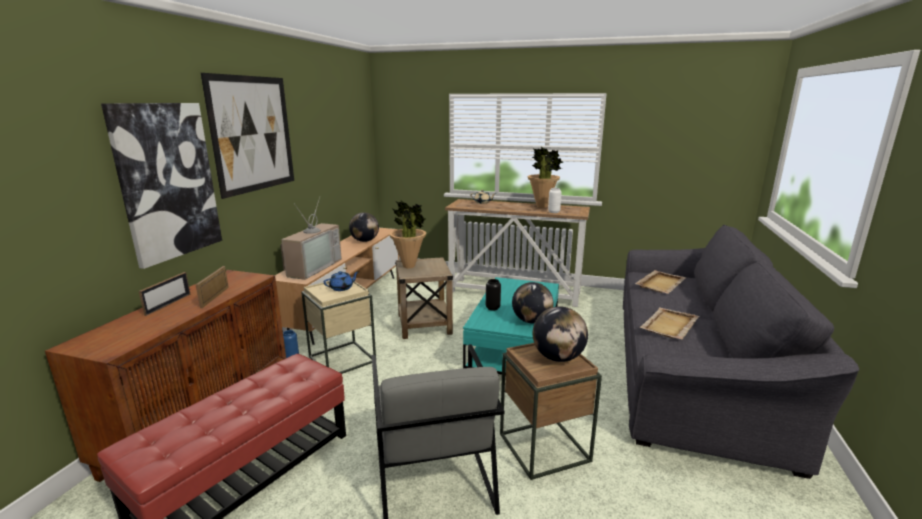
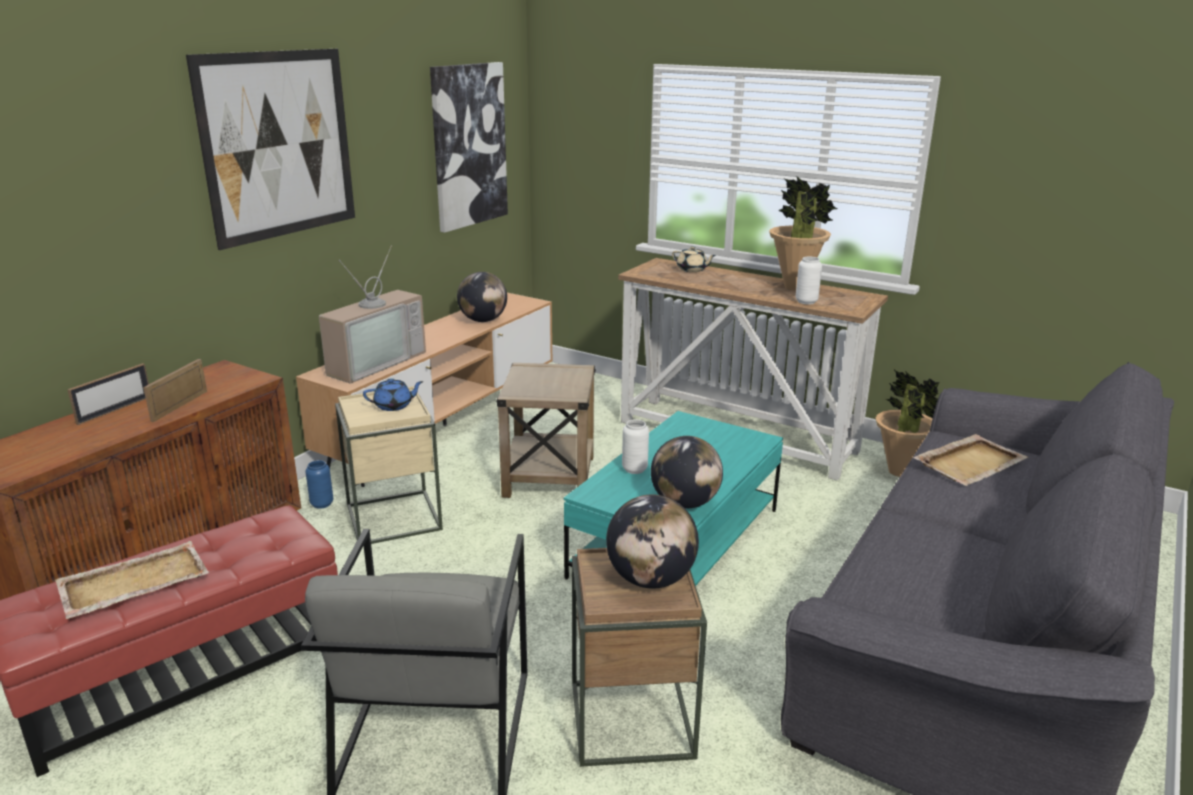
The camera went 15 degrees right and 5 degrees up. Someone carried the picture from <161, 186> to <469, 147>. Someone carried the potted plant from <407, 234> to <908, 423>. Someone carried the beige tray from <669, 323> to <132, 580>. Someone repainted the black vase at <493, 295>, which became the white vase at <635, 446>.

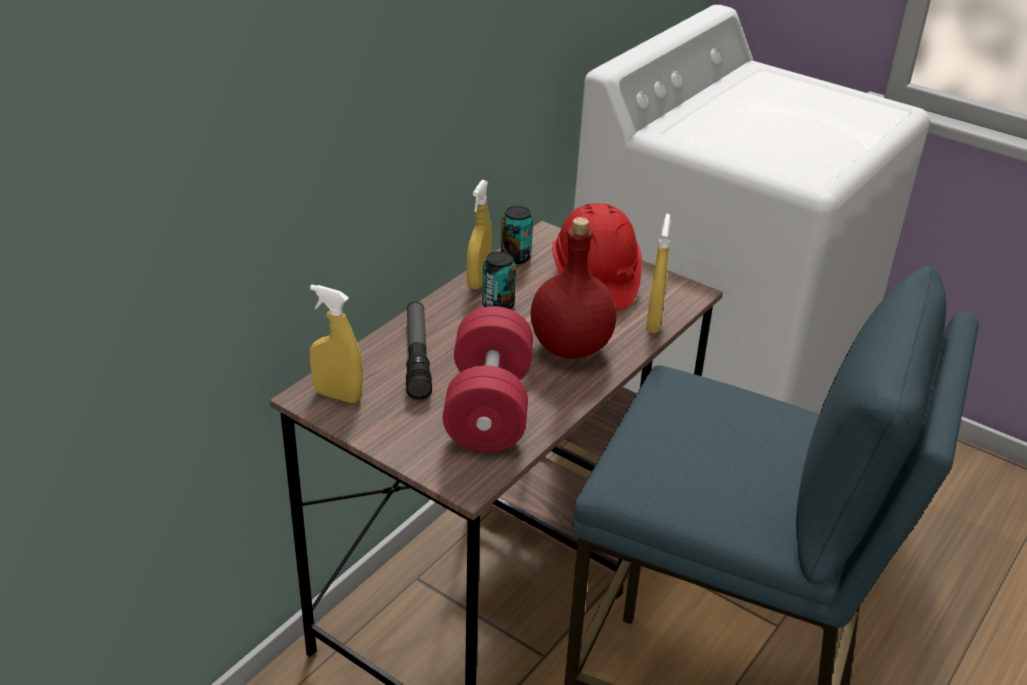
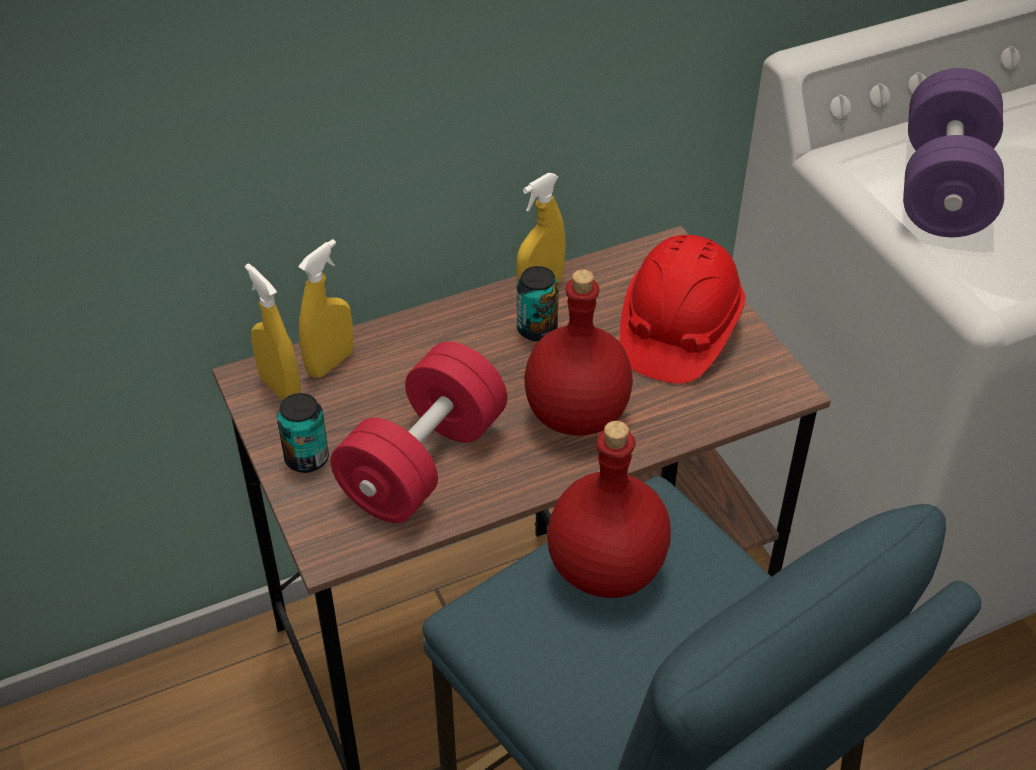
The camera went 30 degrees right and 10 degrees up. Someone took away the flashlight at <419, 350>. Someone put down the red bottle at <609, 509>. Someone put down the purple dumbbell at <953, 152>. Someone carried the can from <517, 235> to <303, 433>. Someone carried the yellow spray bottle from <658, 273> to <326, 308>.

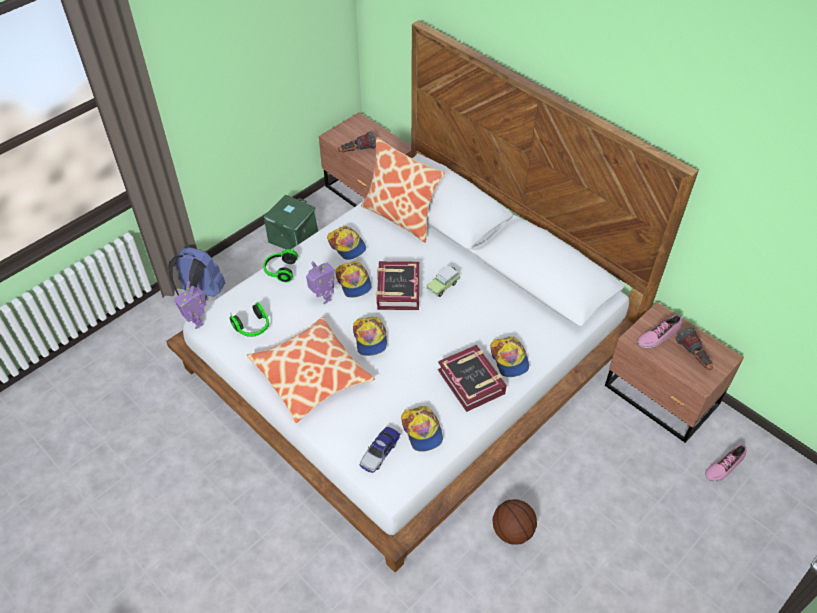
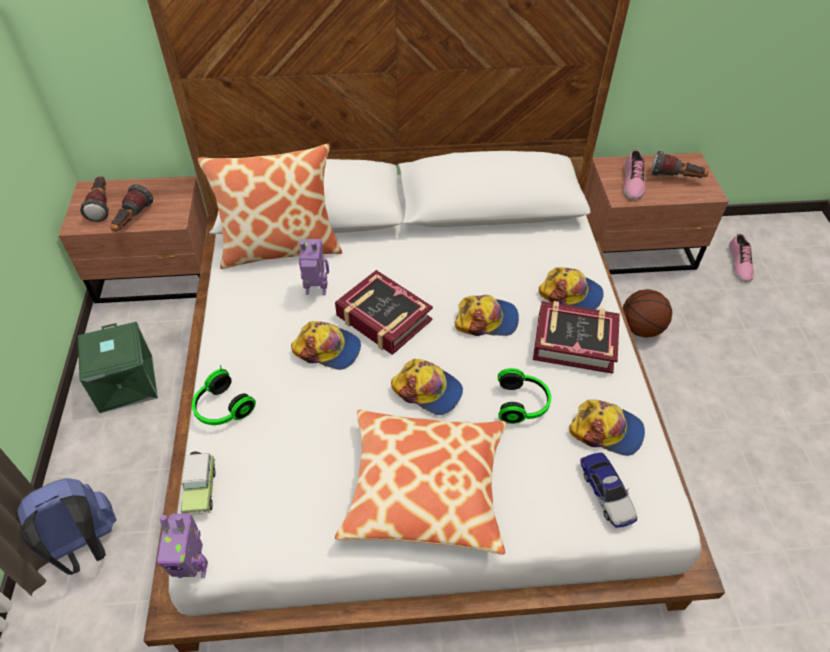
The camera went 50 degrees left and 0 degrees up. Someone put down the flashlight at <94, 199>. Someone carried the headphones from <249, 319> to <524, 396>. Someone carried the toy robot from <320, 282> to <314, 267>. Someone carried the cap from <346, 243> to <487, 315>. Someone carried the toy car from <443, 281> to <198, 483>. Someone carried the basketball from <515, 522> to <647, 313>.

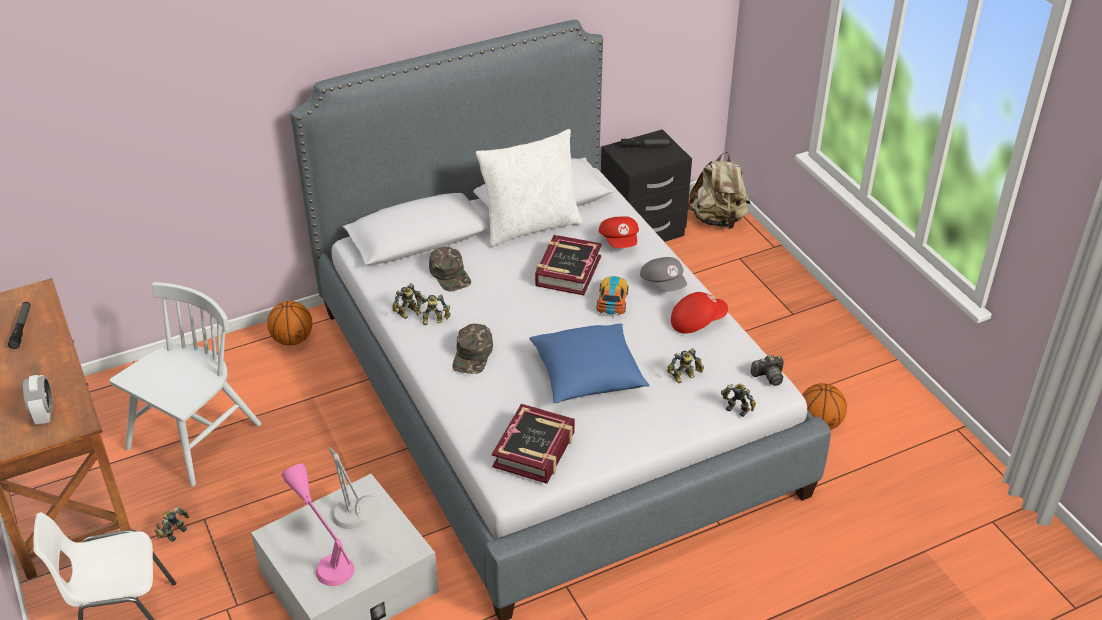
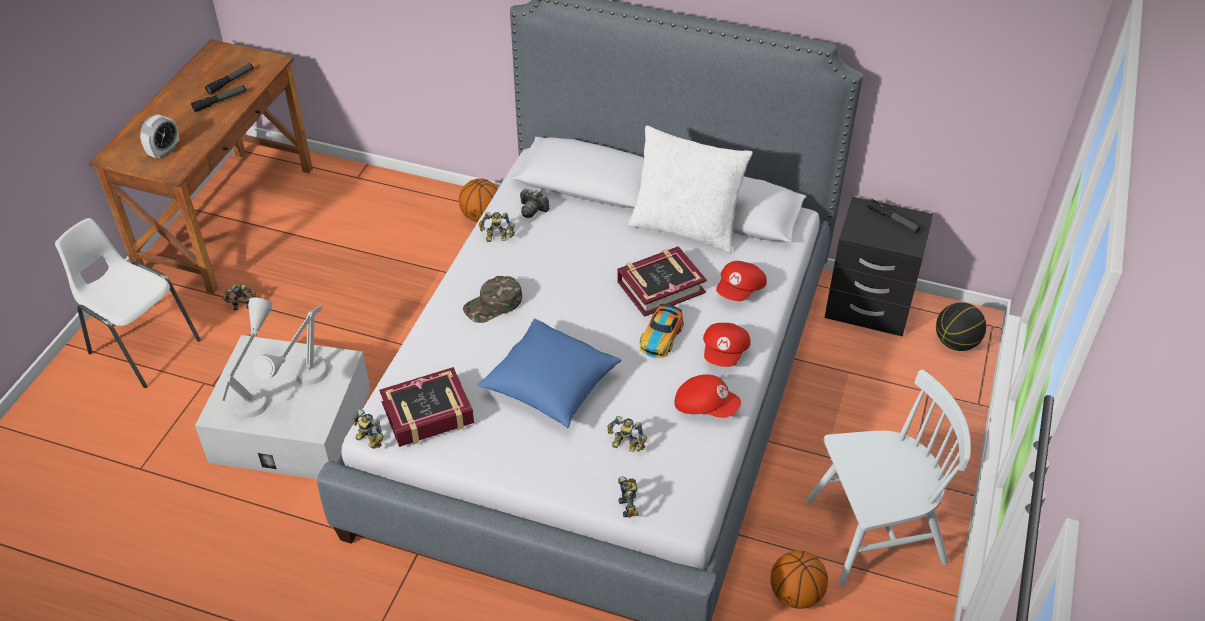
The camera went 45 degrees right and 5 degrees up. Someone took away the green cap at <450, 268>. Someone put down the flashlight at <218, 98>. Someone carried the white chair from <185, 384> to <888, 477>. Someone carried the toy robot from <433, 309> to <368, 429>. Someone carried the photo camera from <767, 370> to <534, 203>. Someone swapped the beige backpack at <719, 190> for the basketball at <961, 326>. Someone repainted the pink table lamp at <317, 525>, which became the grey table lamp at <247, 357>. Someone repainted the grey cap at <663, 274>, which became the red cap at <727, 345>. Someone rotated the toy car at <613, 296> by 150 degrees clockwise.

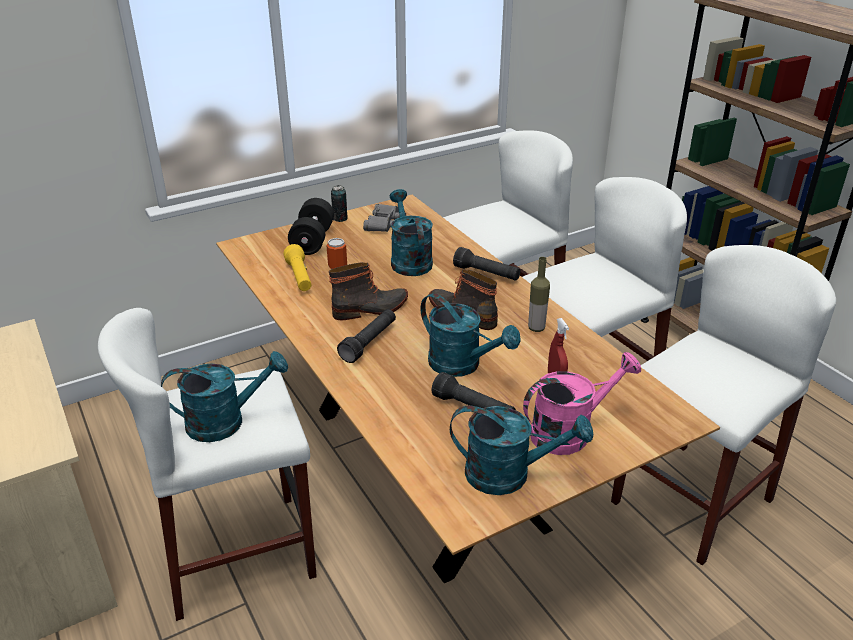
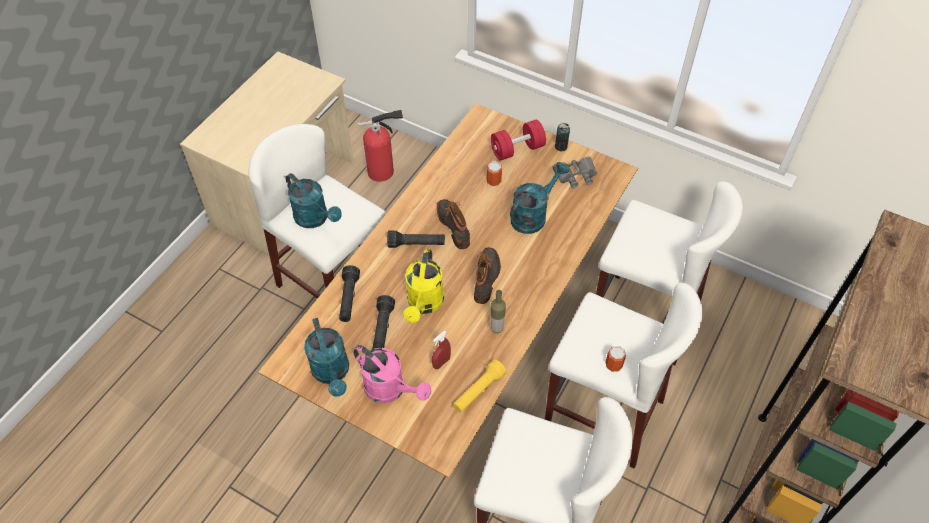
The camera went 60 degrees right and 20 degrees up. Someone put down the fire extinguisher at <380, 146>. Someone put down the can at <616, 359>. Someone carried the yellow flashlight from <297, 267> to <480, 386>. Someone carried the black flashlight from <487, 264> to <349, 293>. Someone repainted the black dumbbell at <311, 226>, which became the red dumbbell at <518, 140>. Someone repainted the turquoise watering can at <471, 335>, which became the yellow watering can at <423, 286>. Someone rotated the boot at <368, 291> by 150 degrees counterclockwise.

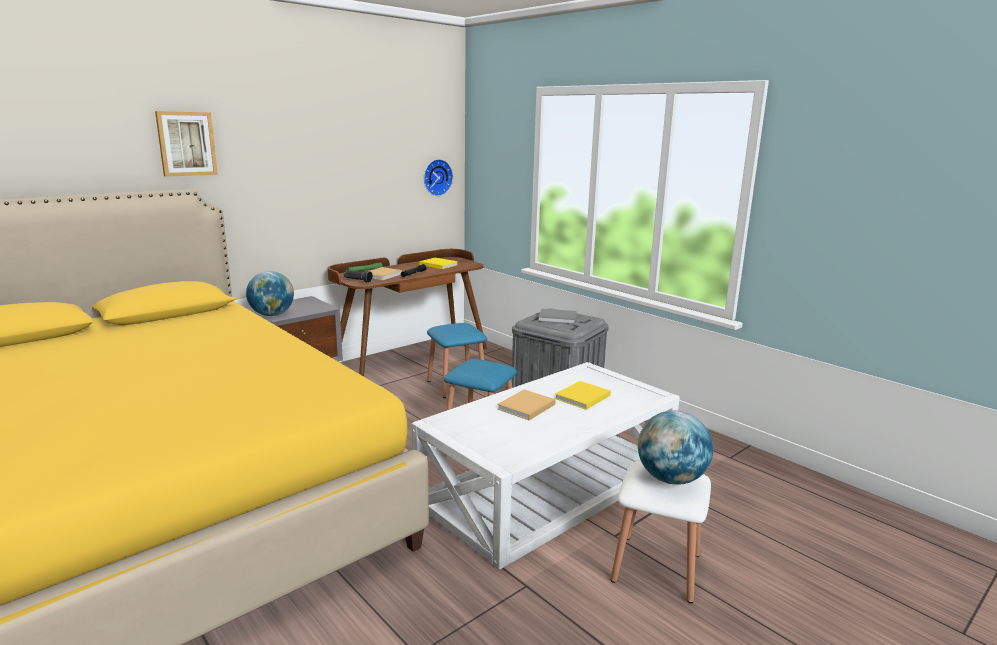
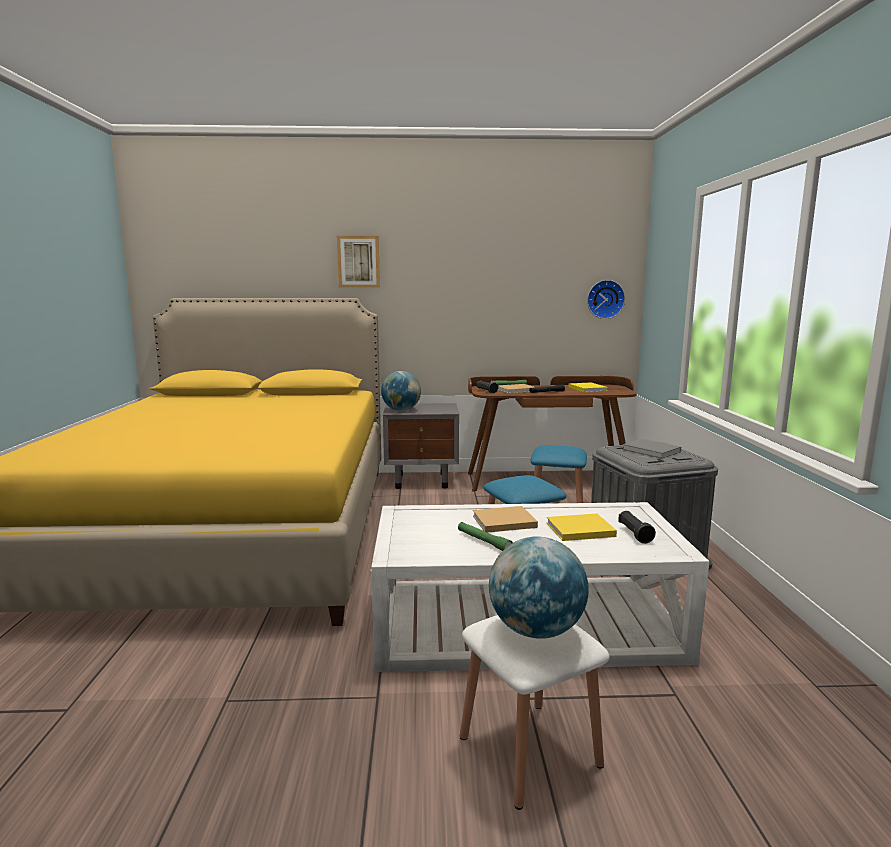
The camera went 40 degrees right and 5 degrees down. Someone put down the green flashlight at <485, 536>. Someone put down the black flashlight at <637, 527>.

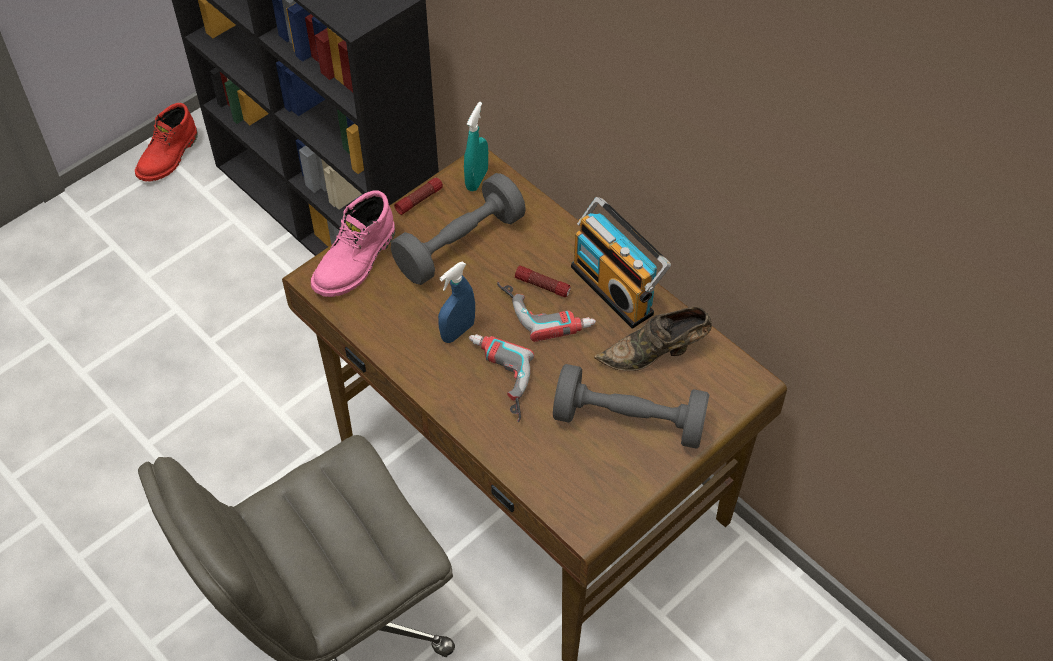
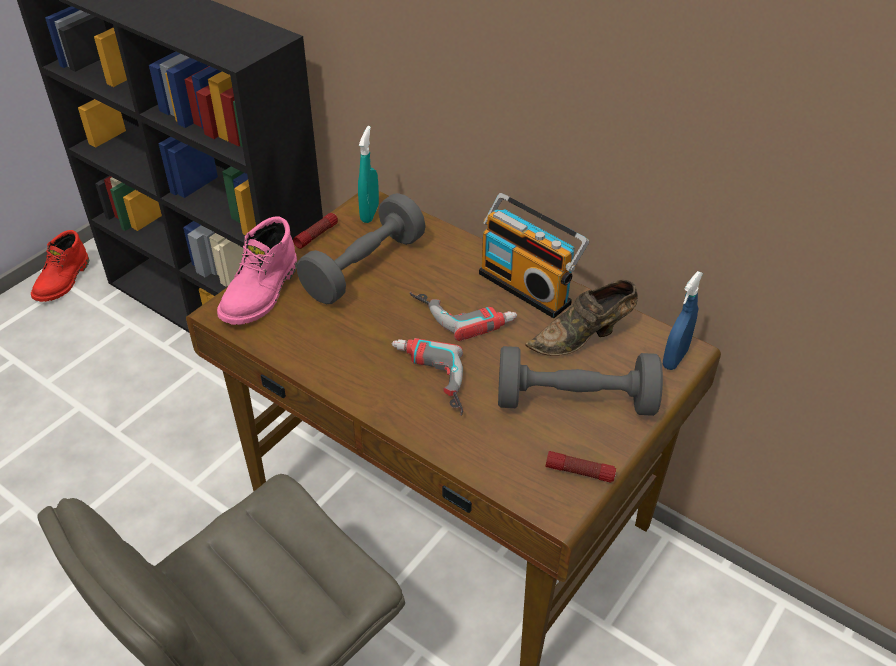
The camera went 10 degrees left and 10 degrees down. Someone carried the blue spray bottle from <456, 302> to <683, 320>. Someone carried the flashlight from <543, 281> to <580, 467>.

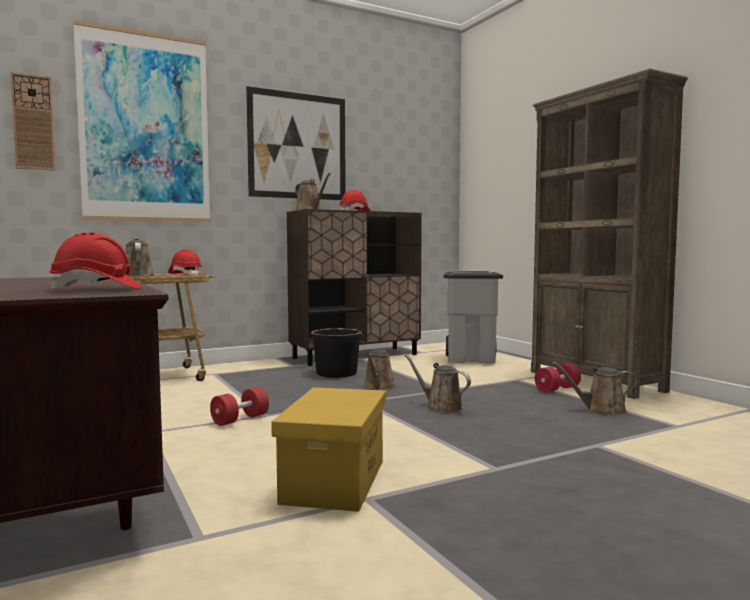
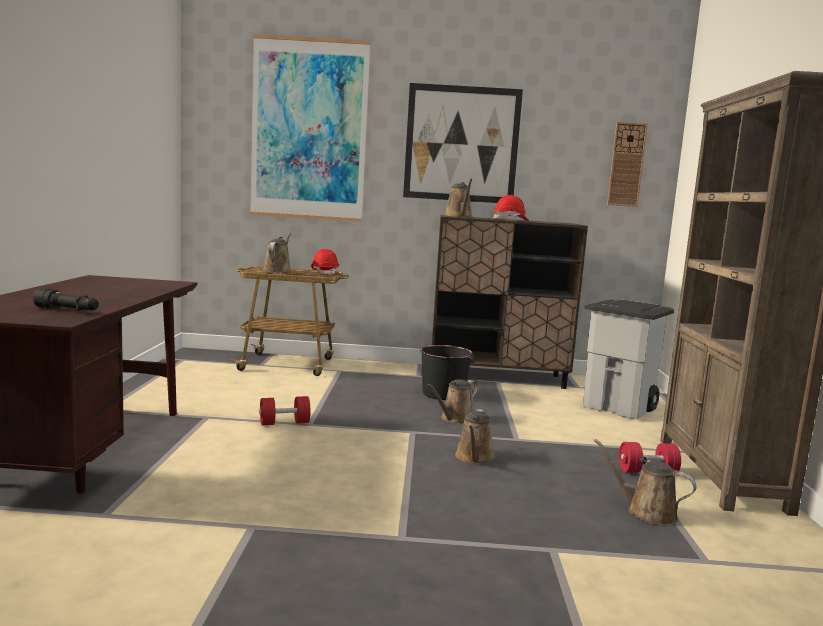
The camera went 30 degrees right and 5 degrees up. Someone took away the yellow storage box at <328, 449>. Someone carried the wall clock from <33, 121> to <627, 164>. Someone swapped the red hard hat at <95, 261> for the black flashlight at <66, 299>. Someone rotated the brown watering can at <437, 383> by 150 degrees counterclockwise.

